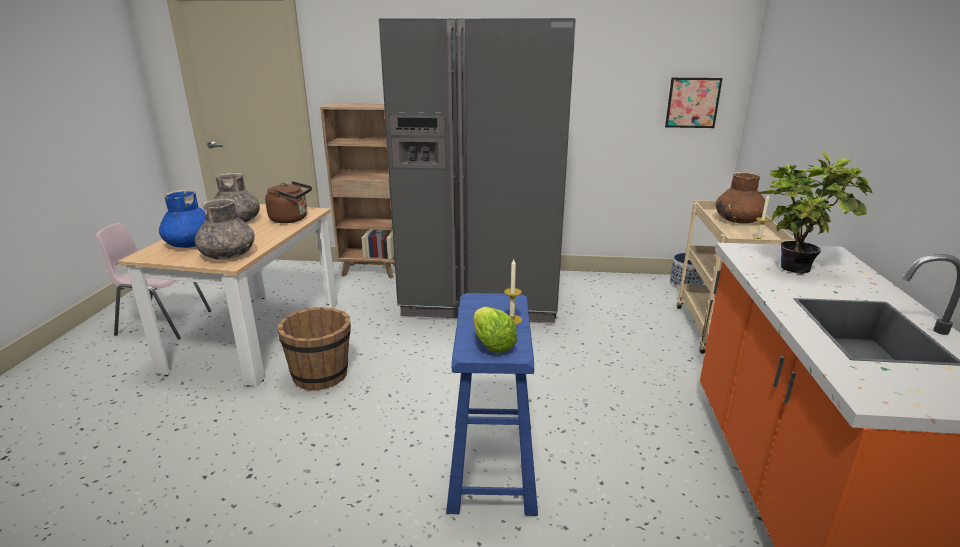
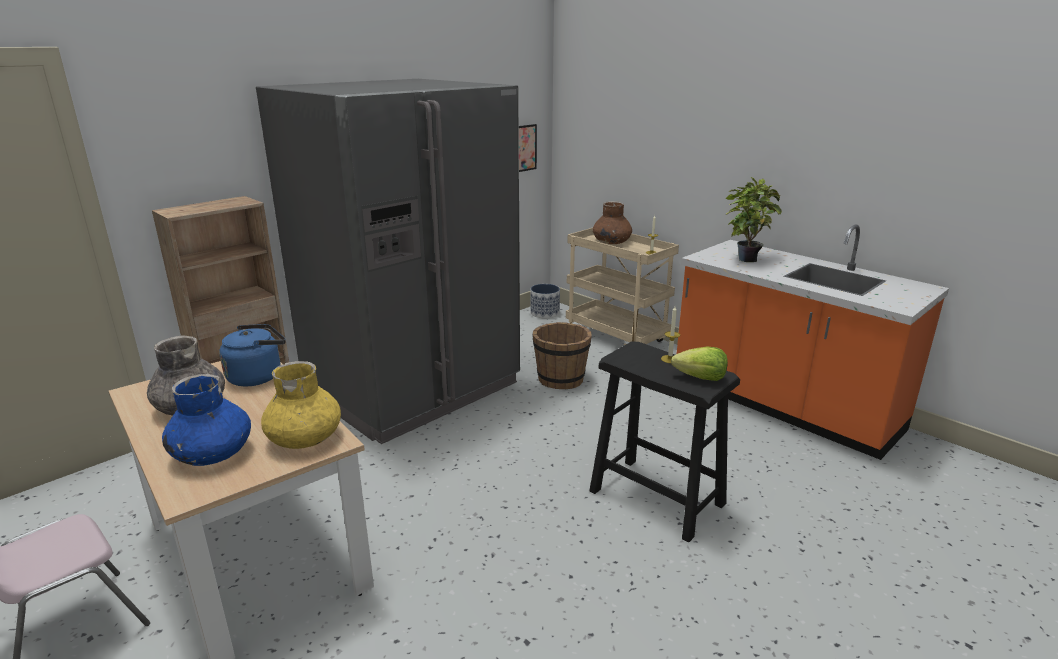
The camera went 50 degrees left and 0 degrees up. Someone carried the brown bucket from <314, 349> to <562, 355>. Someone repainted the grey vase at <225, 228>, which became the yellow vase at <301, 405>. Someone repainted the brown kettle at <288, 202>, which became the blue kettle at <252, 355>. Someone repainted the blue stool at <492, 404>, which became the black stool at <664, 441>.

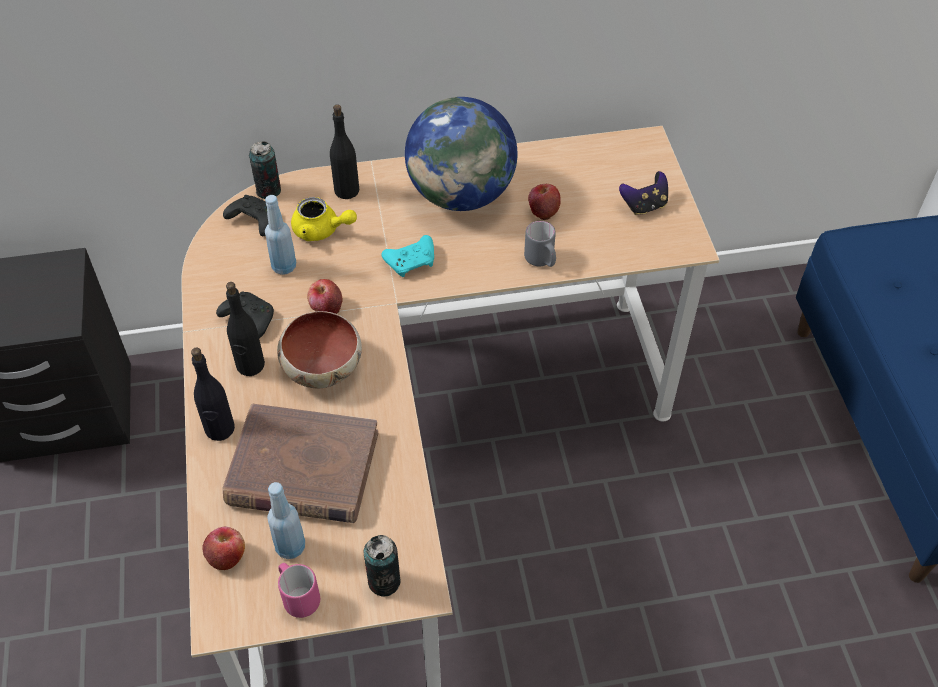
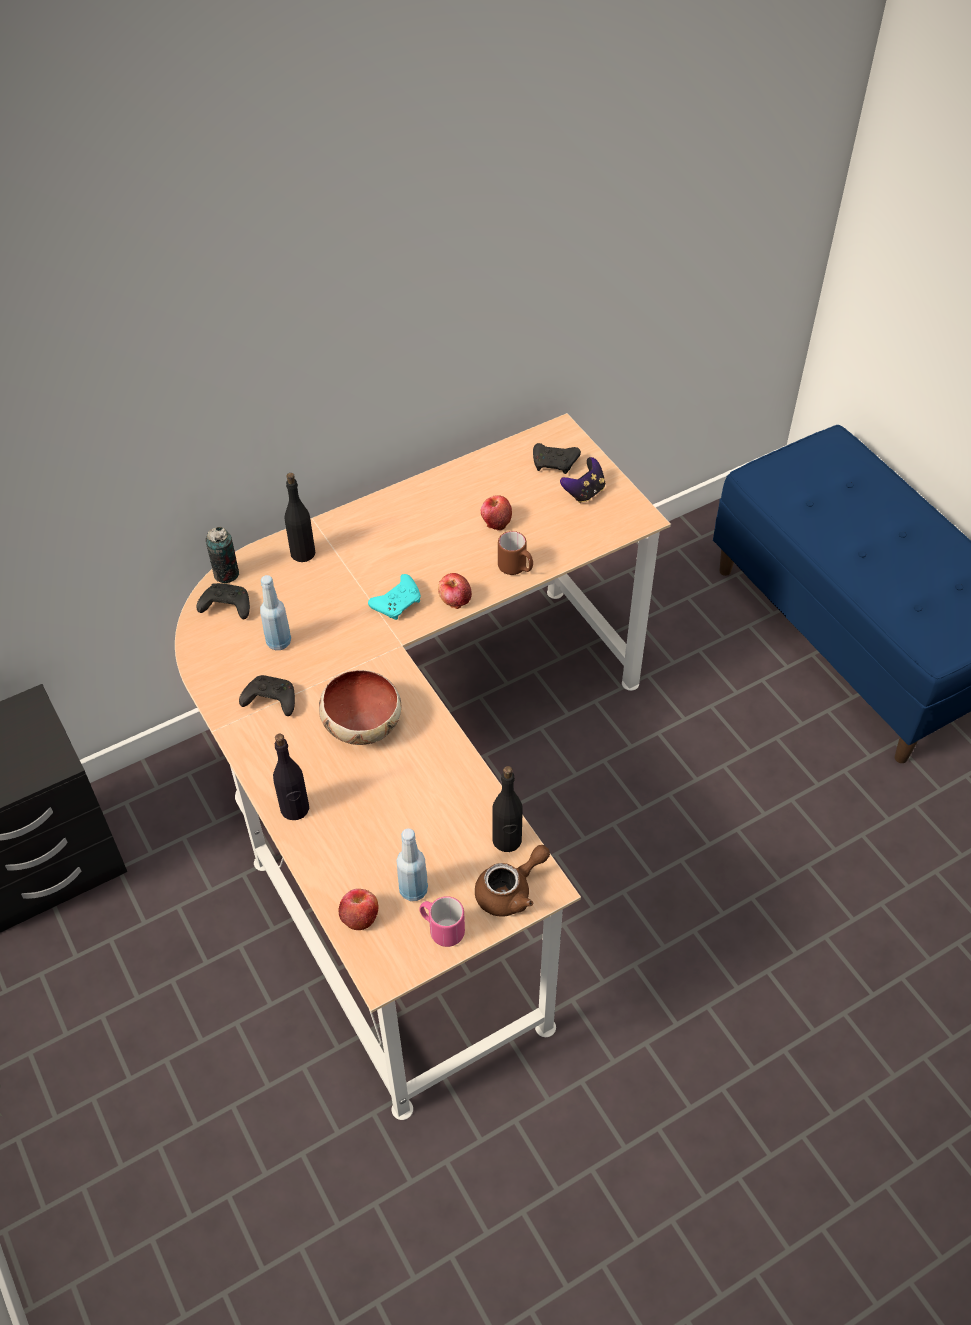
The camera went 20 degrees left and 0 degrees up. Someone took away the brown book at <300, 463>. Someone took away the yellow teapot at <324, 219>. Someone took away the globe at <461, 154>. Someone put down the black game controller at <557, 458>. Someone carried the black bottle from <245, 329> to <507, 809>. Someone carried the apple from <324, 296> to <455, 591>. Someone swapped the can at <382, 565> for the brown teapot at <512, 881>. Someone repainted the grey mug at <540, 244>, which became the brown mug at <515, 553>.

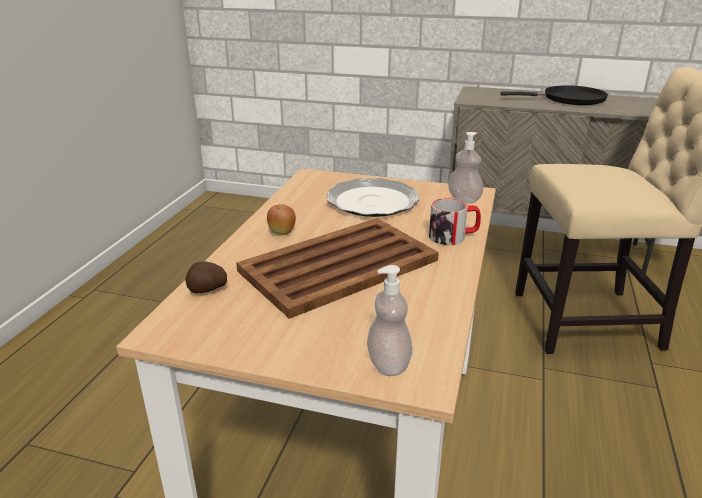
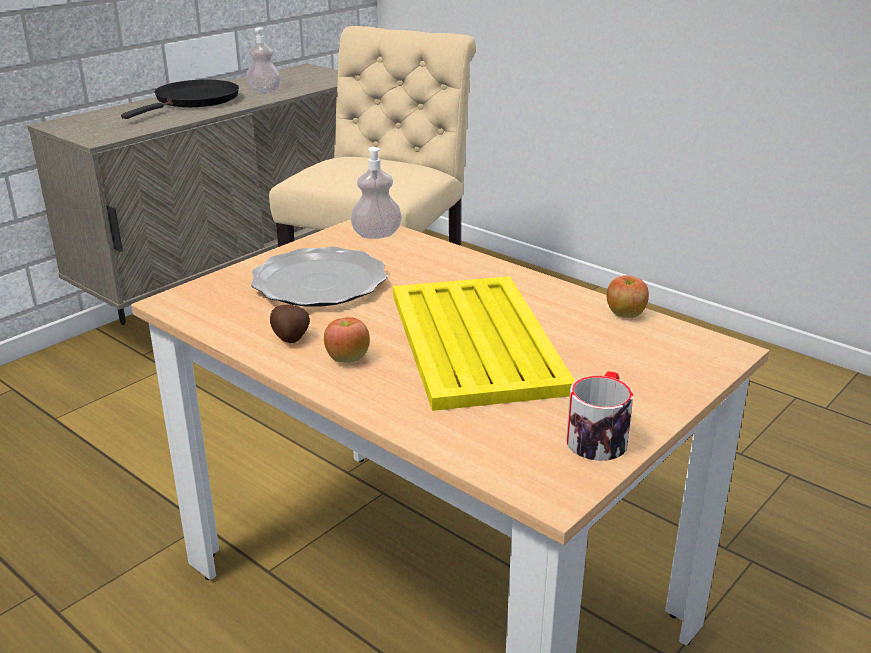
The camera went 65 degrees left and 0 degrees up. Someone put down the apple at <628, 296>. Someone carried the potato from <206, 278> to <290, 324>. Someone carried the soap dispenser from <389, 320> to <264, 60>. Someone carried the mug from <455, 221> to <600, 416>. Someone repainted the brown tray at <337, 268>, which became the yellow tray at <484, 343>.

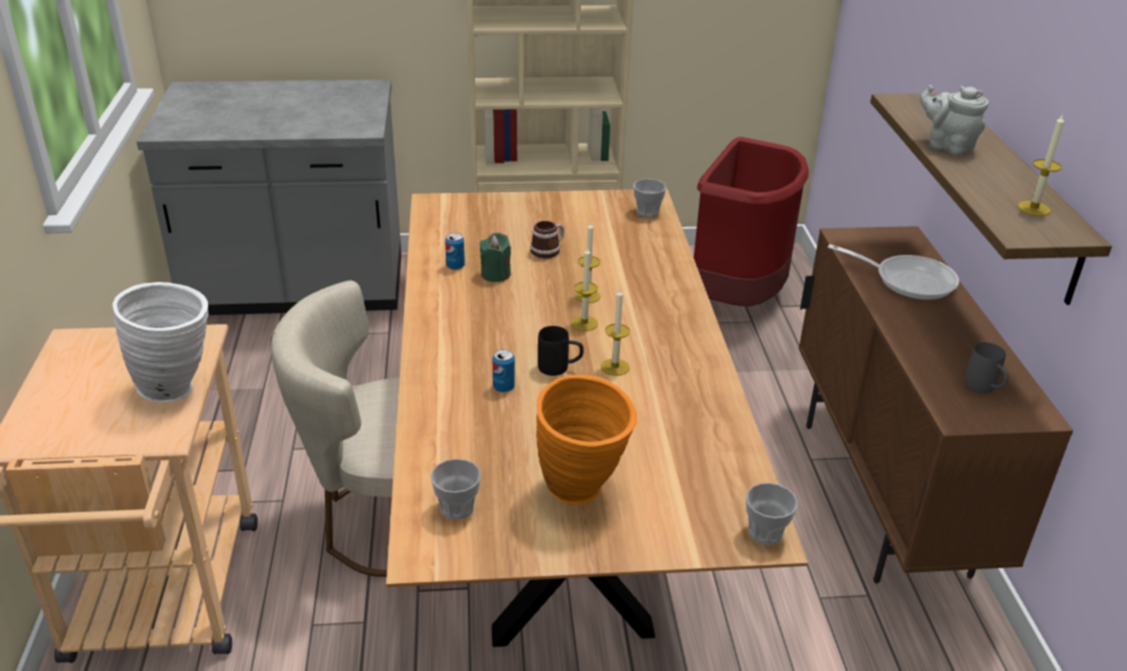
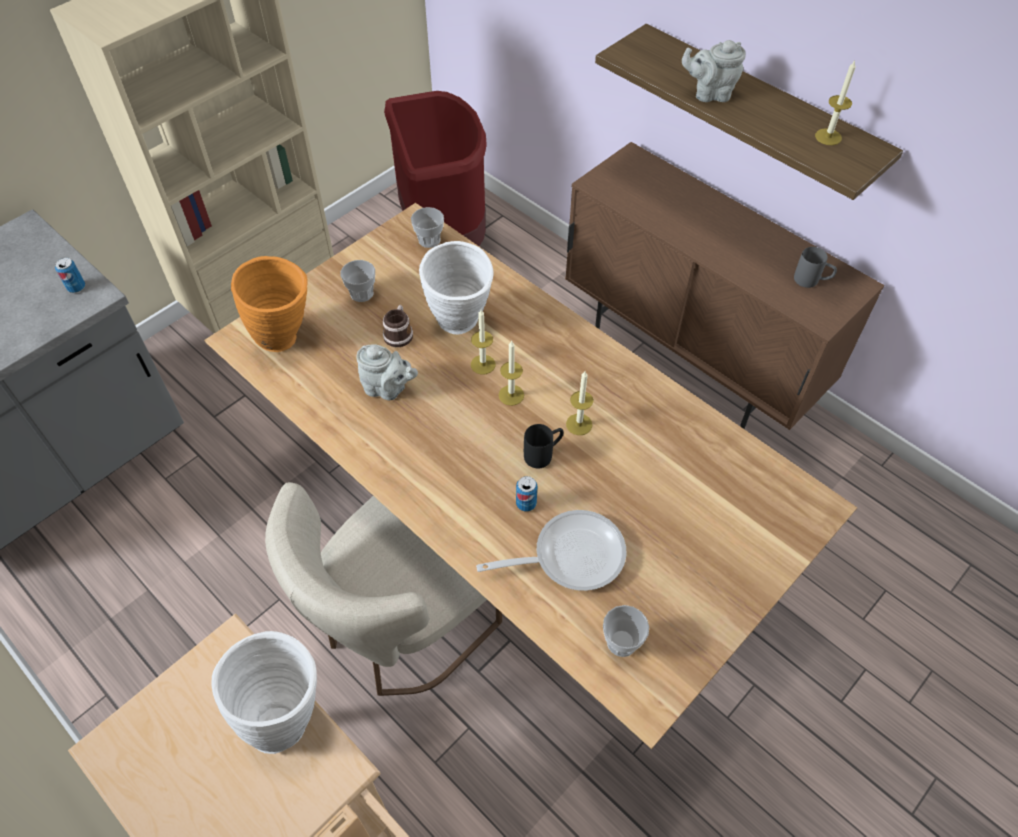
The camera went 40 degrees left and 20 degrees up. Someone put down the white vase at <456, 287>. Someone carried the can from <455, 251> to <70, 275>. Someone carried the orange vase from <586, 440> to <269, 304>. Someone carried the cup from <772, 514> to <357, 281>. Someone carried the frying pan from <893, 272> to <551, 550>. Someone swapped the green candle at <495, 257> for the grey teapot at <387, 372>.

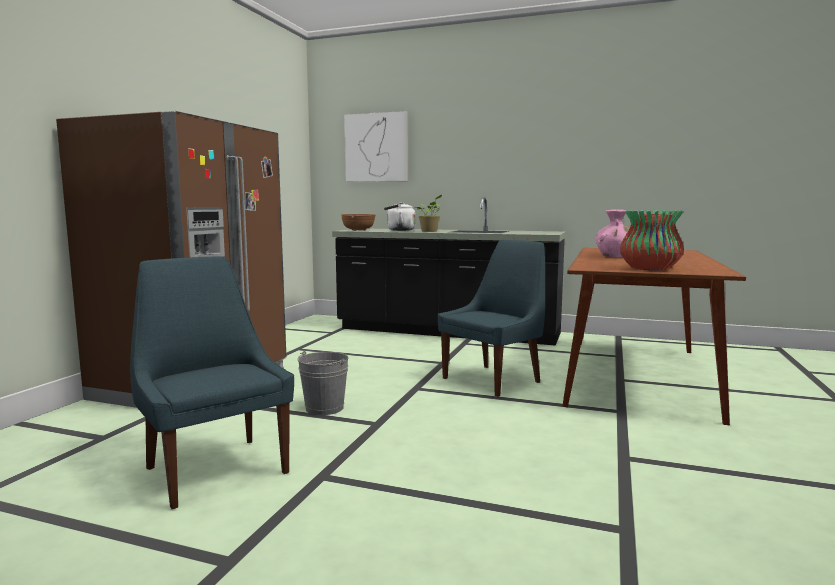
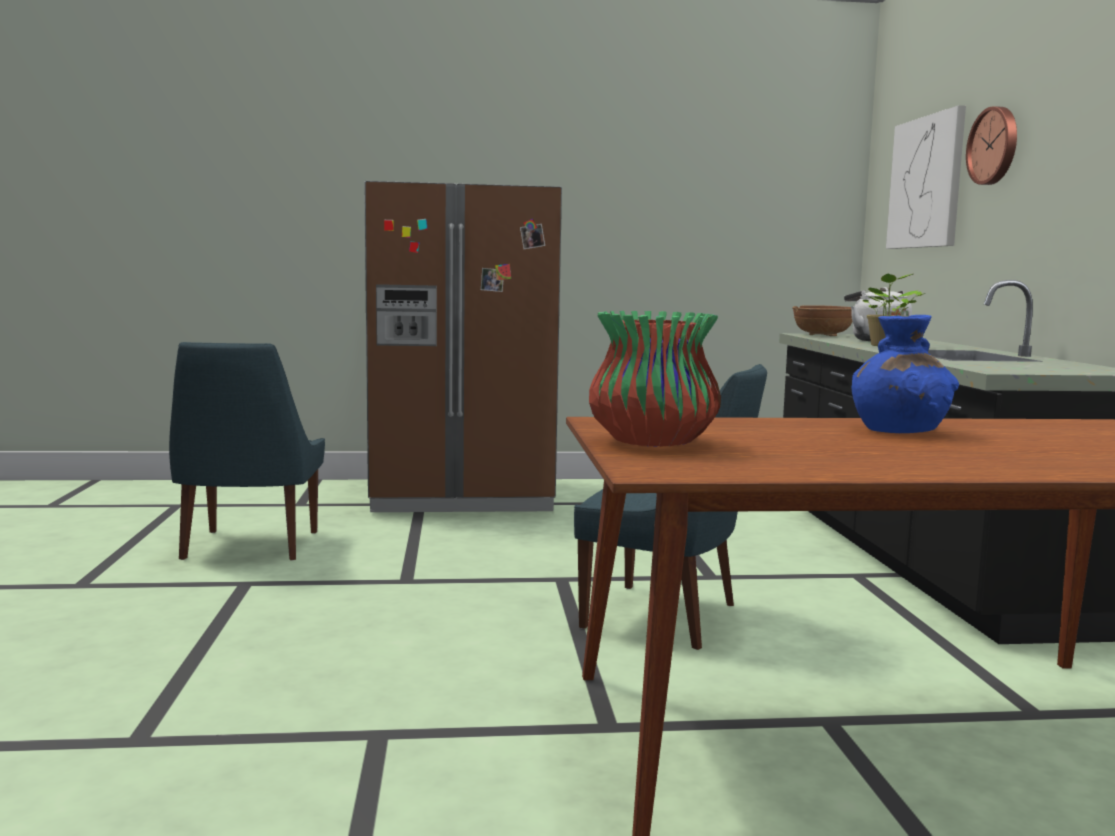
The camera went 65 degrees right and 0 degrees up. Someone took away the grey bucket at <323, 383>. Someone put up the wall clock at <991, 145>. Someone repainted the pink vase at <615, 233>, which became the blue vase at <905, 374>. Someone rotated the blue chair at <212, 382> by 150 degrees clockwise.

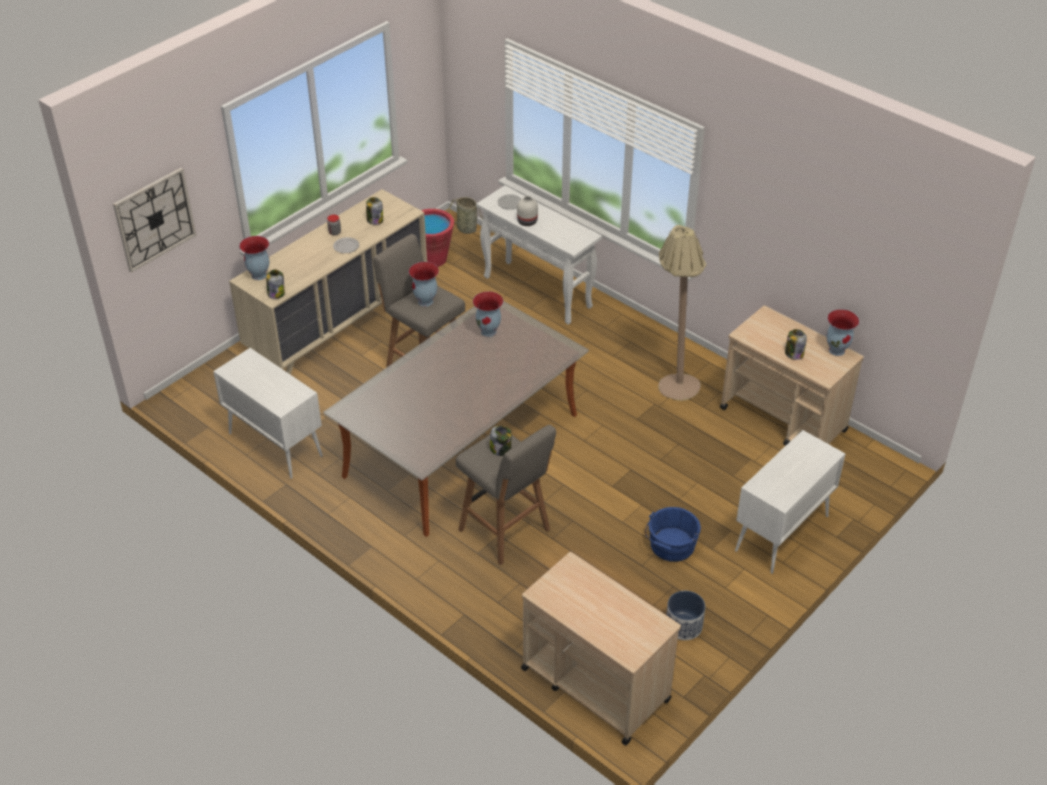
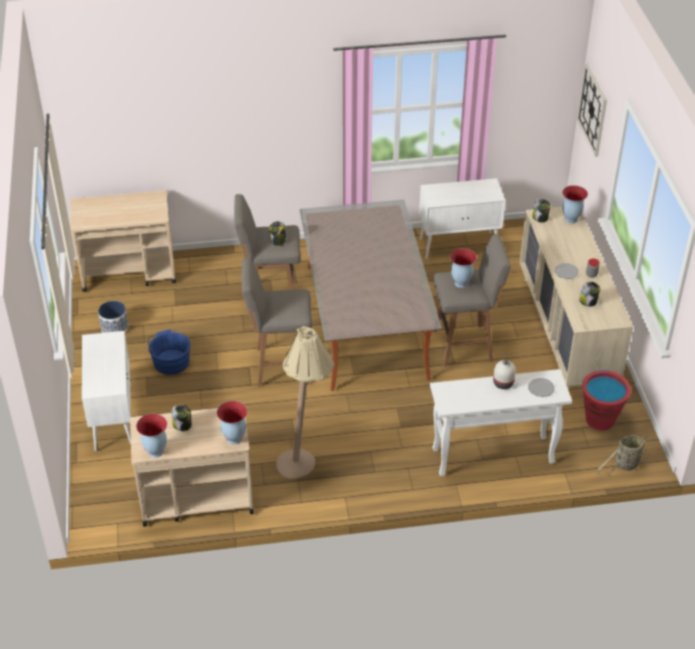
The camera went 130 degrees right and 0 degrees up. Someone put down the grey stool at <277, 322>. Someone carried the vase from <488, 314> to <232, 423>.

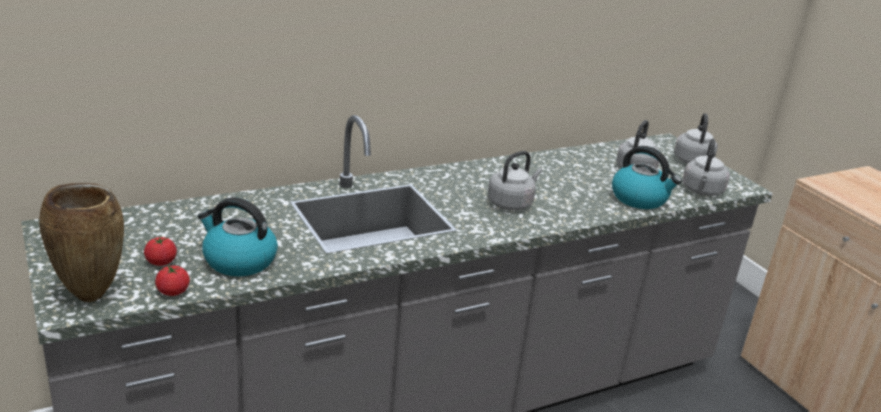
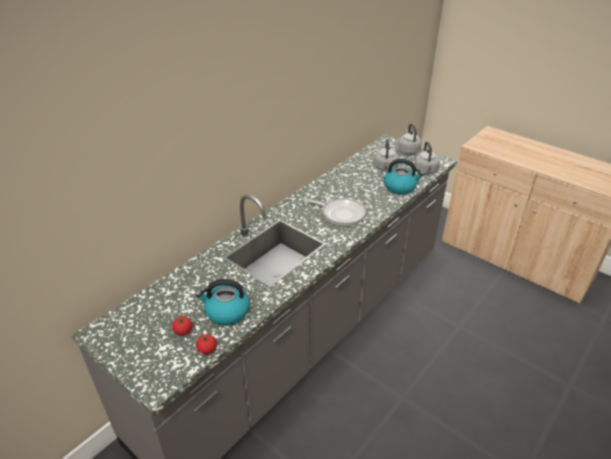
The camera went 20 degrees left and 10 degrees up. Someone took away the brown vase at <81, 242>. Someone swapped the grey kettle at <515, 181> for the frying pan at <334, 212>.

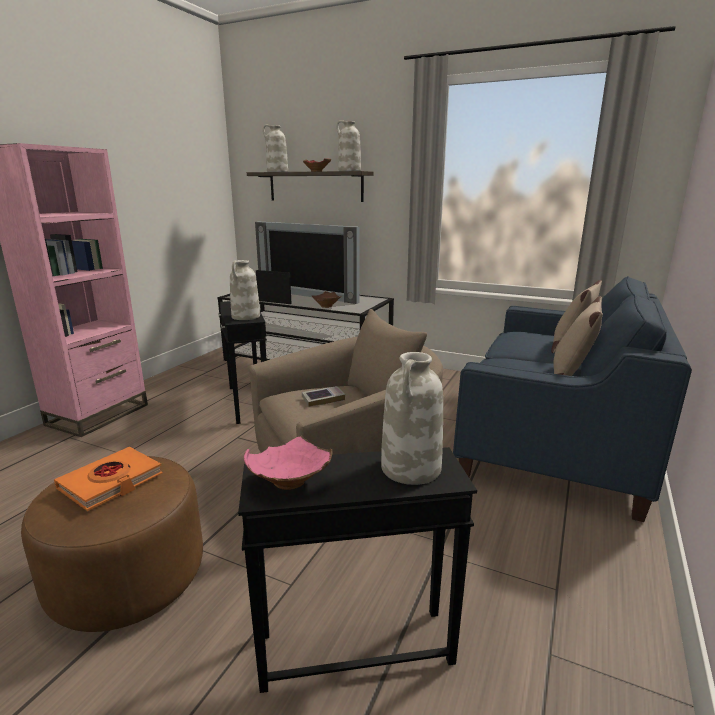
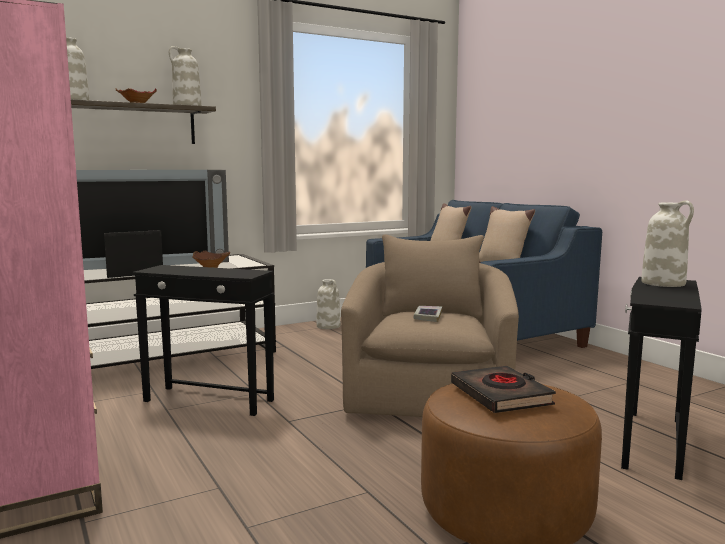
The camera went 55 degrees left and 10 degrees down. Someone took away the pink bowl at <288, 463>. Someone carried the white vase from <245, 290> to <328, 304>. Someone repainted the orange book at <108, 479>, which became the black book at <503, 389>.

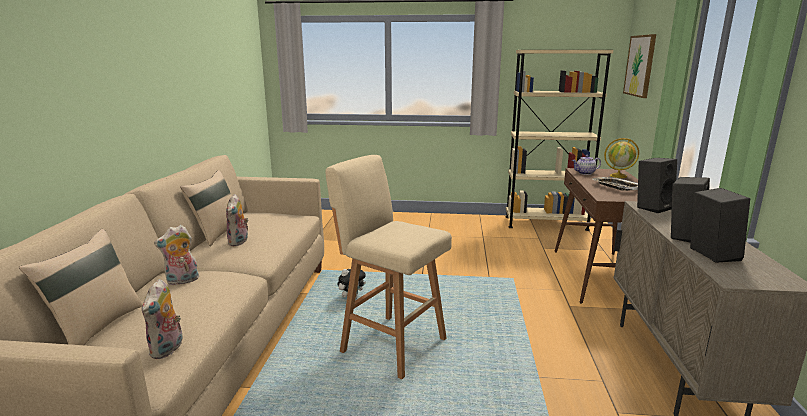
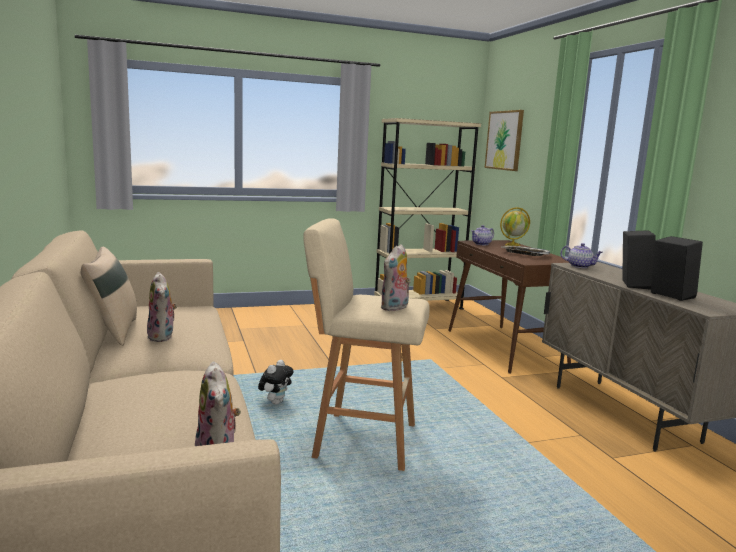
The camera went 25 degrees left and 5 degrees down. Someone took away the beige pillow at <81, 287>. Someone carried the plush toy from <176, 255> to <395, 277>. Someone swapped the black speaker at <657, 185> for the teapot at <582, 255>.

